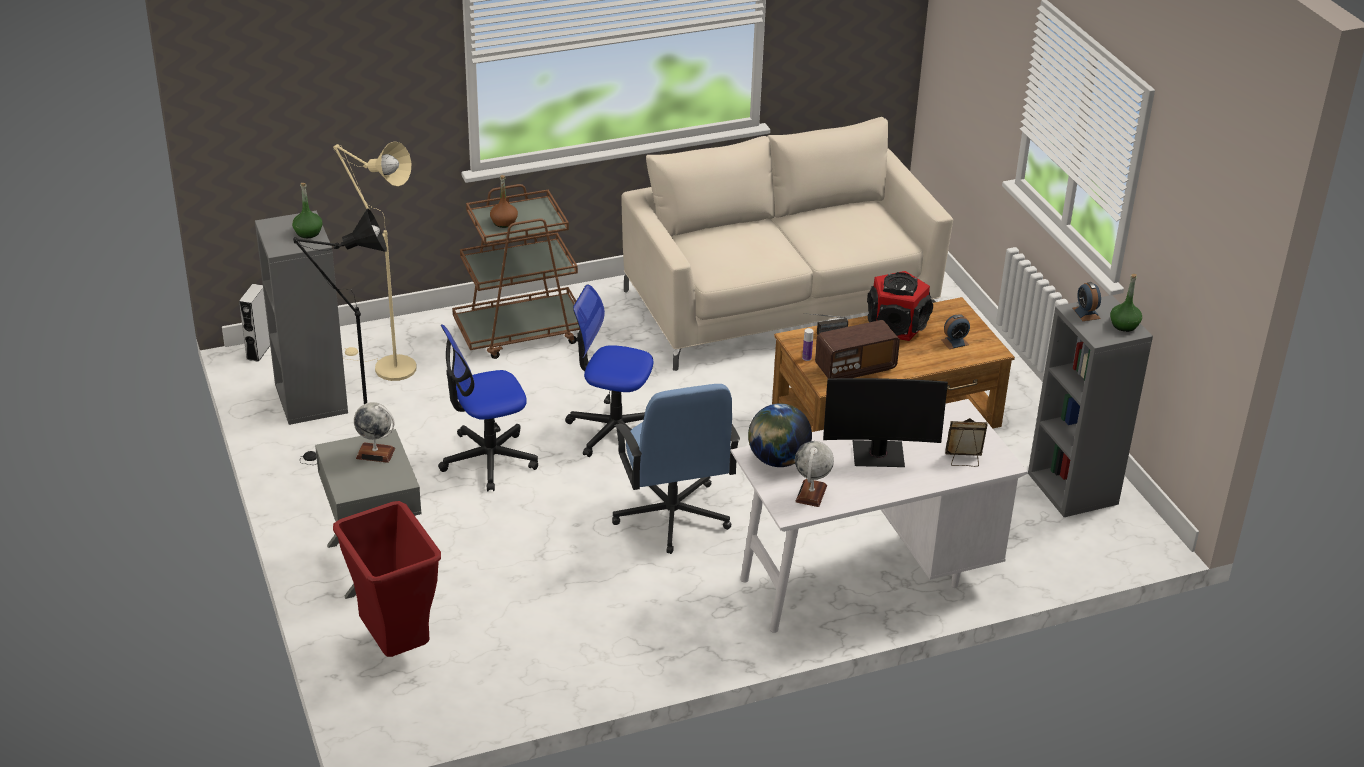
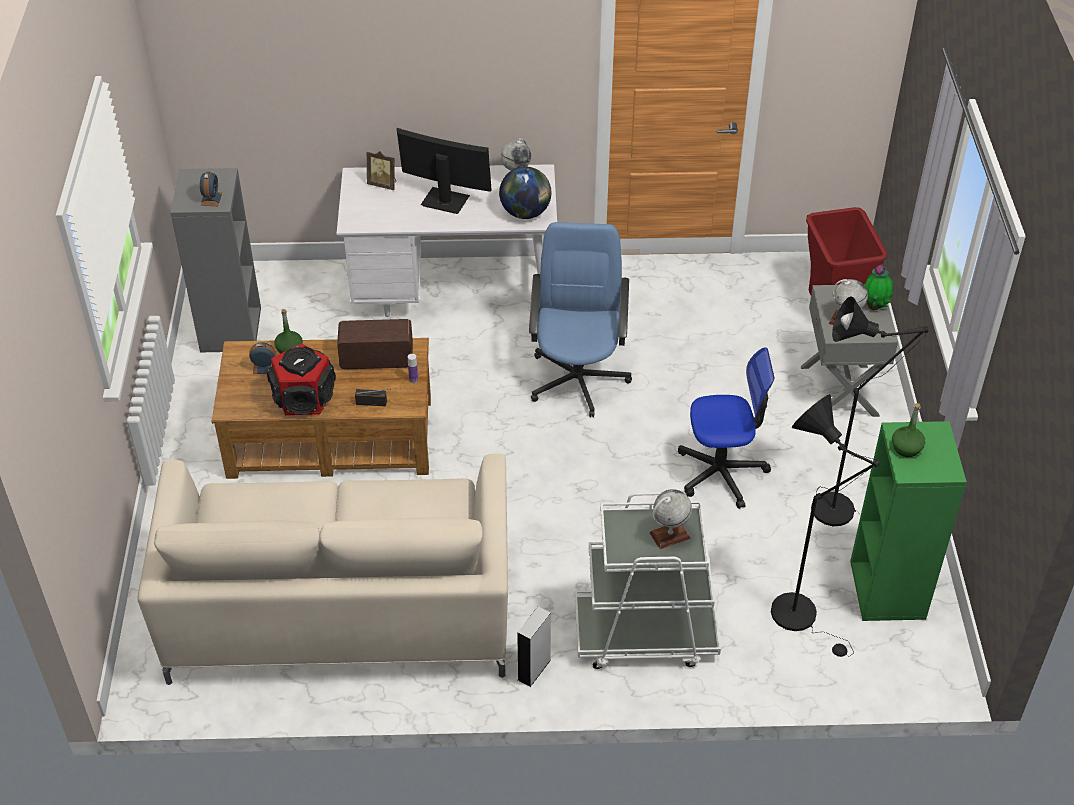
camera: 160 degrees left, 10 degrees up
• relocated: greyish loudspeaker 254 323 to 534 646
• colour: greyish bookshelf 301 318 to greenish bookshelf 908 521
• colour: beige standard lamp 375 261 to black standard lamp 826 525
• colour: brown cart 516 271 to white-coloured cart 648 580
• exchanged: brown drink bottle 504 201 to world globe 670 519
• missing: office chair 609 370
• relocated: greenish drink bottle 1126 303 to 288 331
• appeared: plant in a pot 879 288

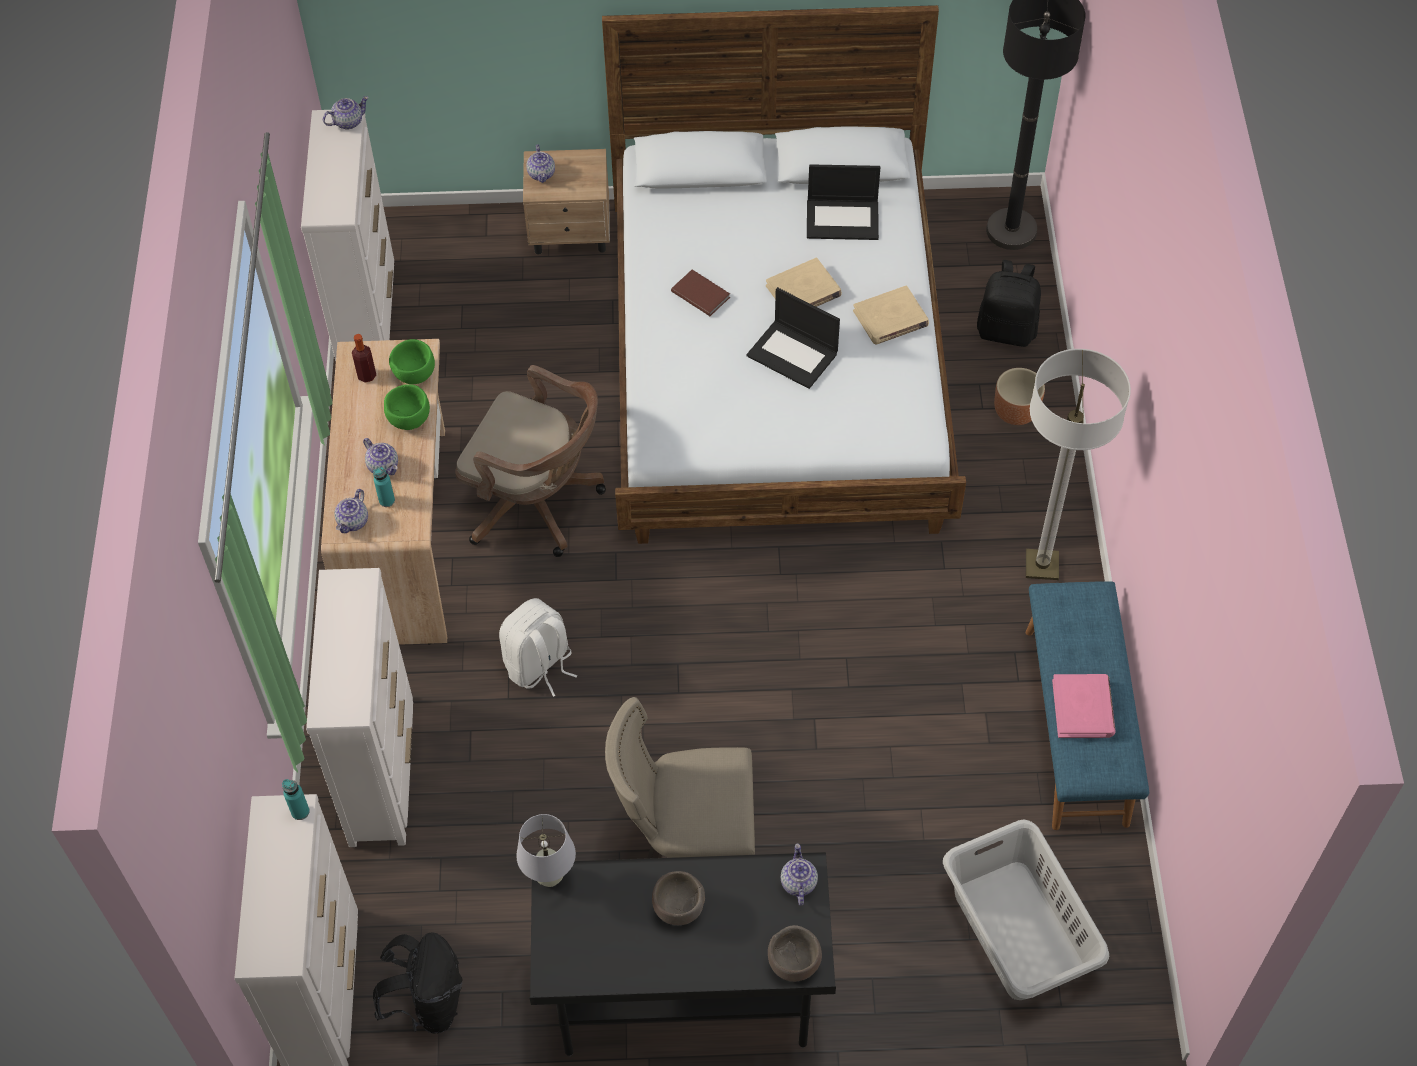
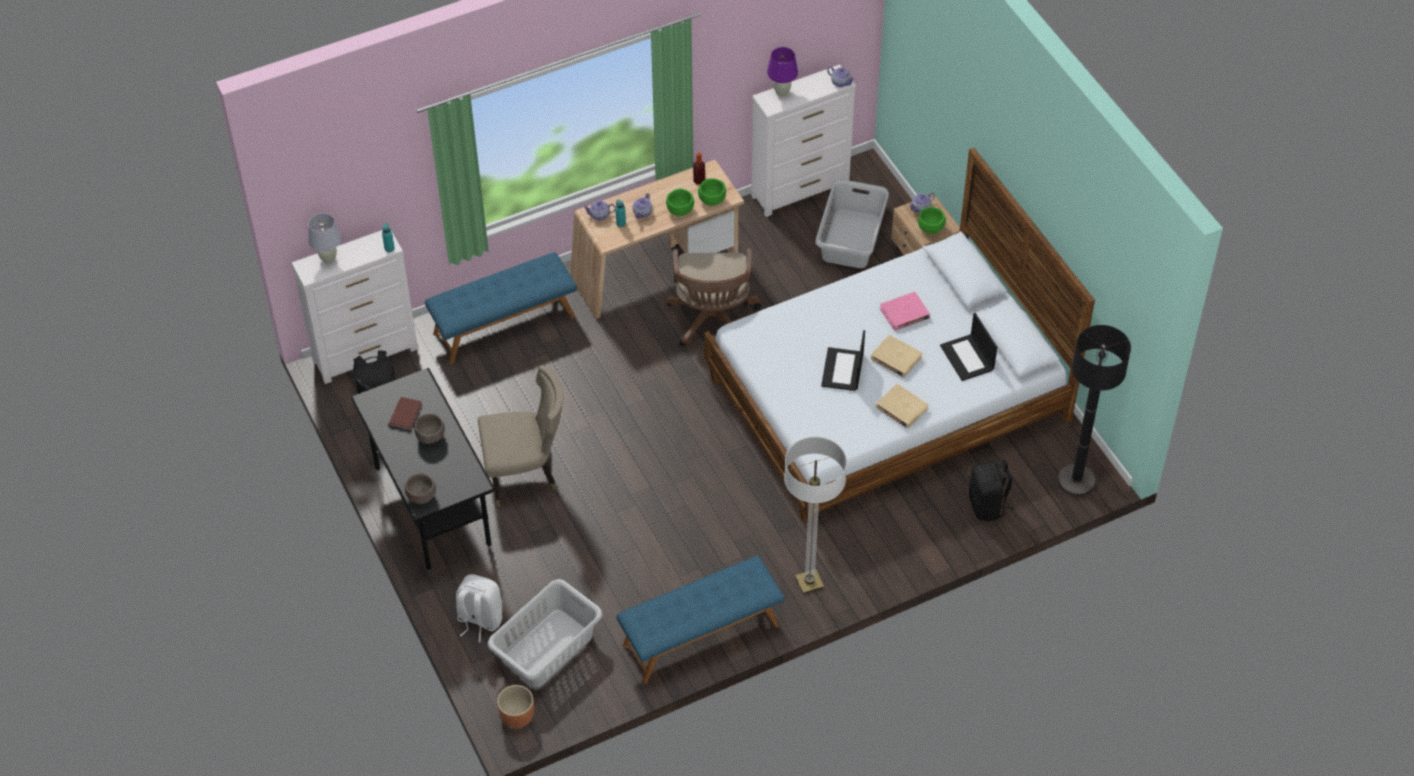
camera: 65 degrees right, 5 degrees down
• exchanged: white-coloured drawer chest 359 707 to blue indoor bench 501 308
• relocated: white-coloured knapsack 538 647 to 479 608
• relocated: white-coloured lamp for a table 546 850 to 324 238
• spun: beige upright chair 680 777 = 521 436 105 degrees clockwise
• relocated: brown volume 700 293 to 405 414
• missing: tea pot 799 875
• relocated: brown flower pot 1019 396 to 515 706
• relocated: pinkish volume 1084 706 to 905 311
• appeared: purple-coloured lamp for a table 782 72
• appeared: greyish washing basket 852 223
• appeared: greenish deep dish 932 220

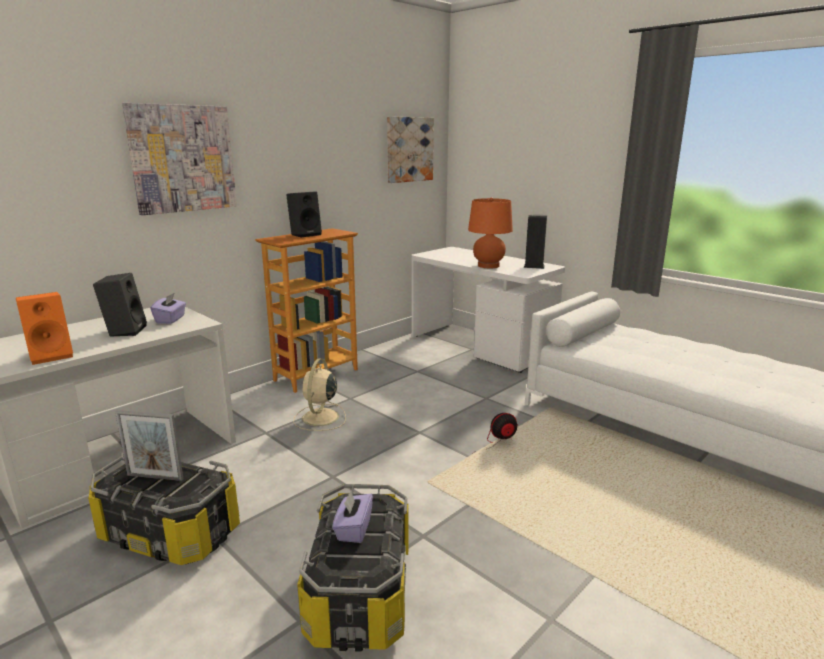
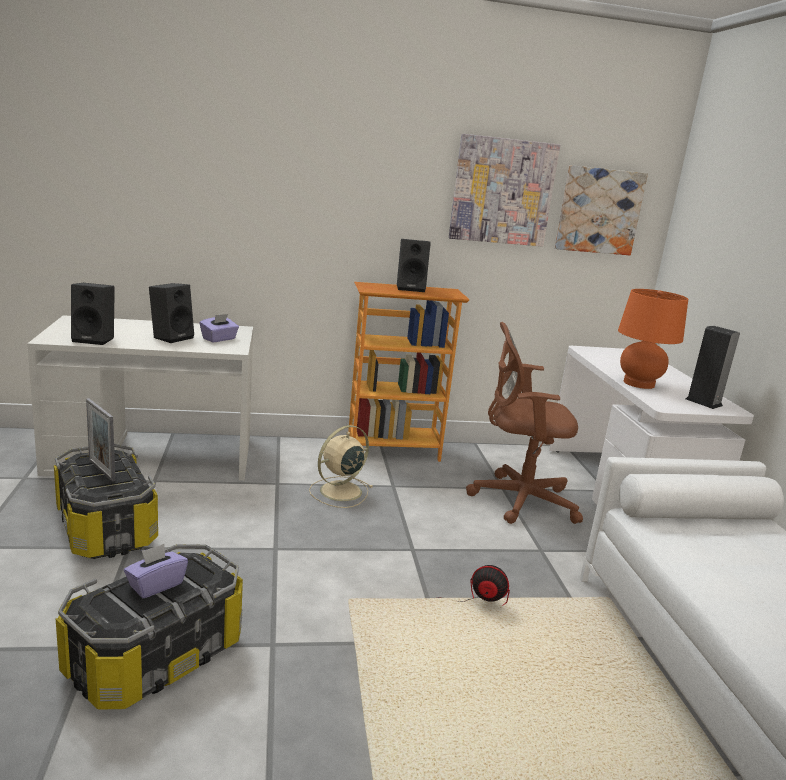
camera: 35 degrees right, 0 degrees up
• colour: orange-coloured loudspeaker 44 328 to black loudspeaker 93 314
• relocated: wall picture 179 159 to 504 190
• appeared: brown office chair 524 423

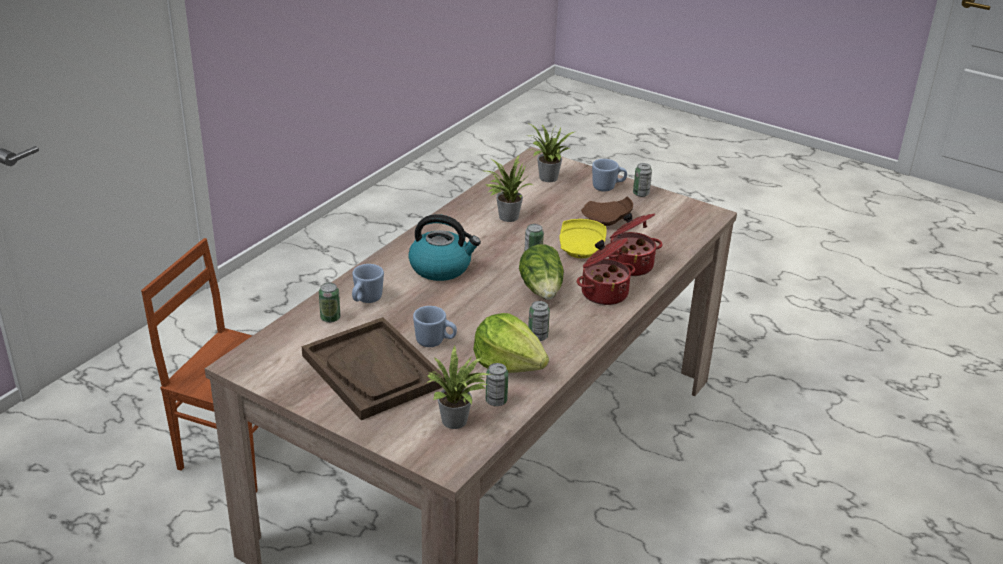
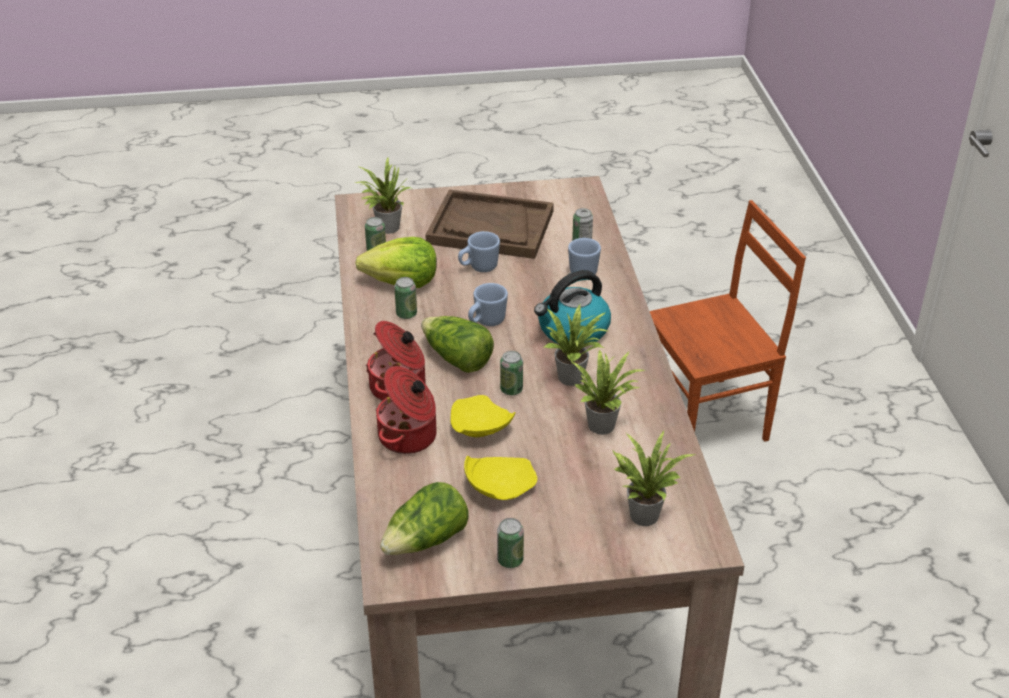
camera: 140 degrees right, 5 degrees up
• colour: brown plate 607 211 to yellow-coloured plate 500 477
• relocated: blue mug 609 175 to 488 304
• appeared: lettuce head 424 518
• appeared: plant in a pot 575 345

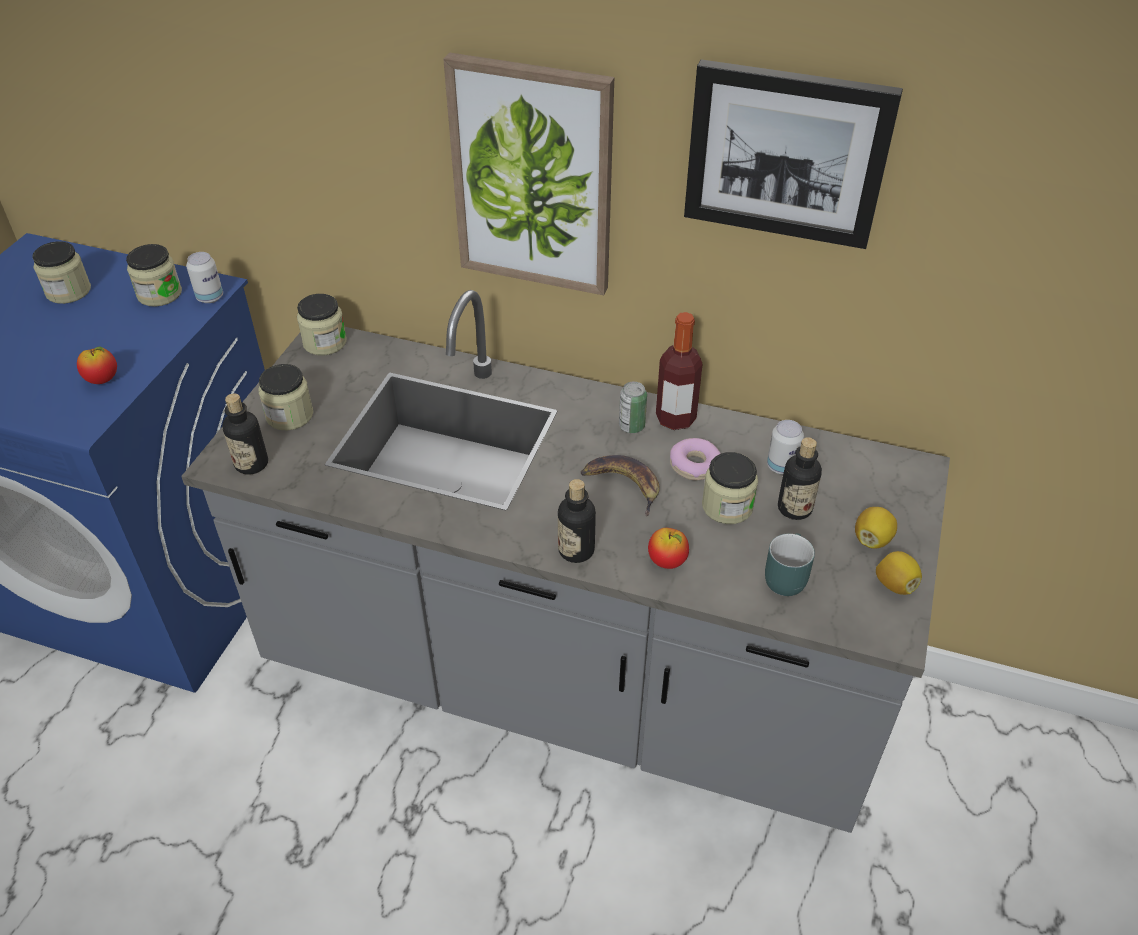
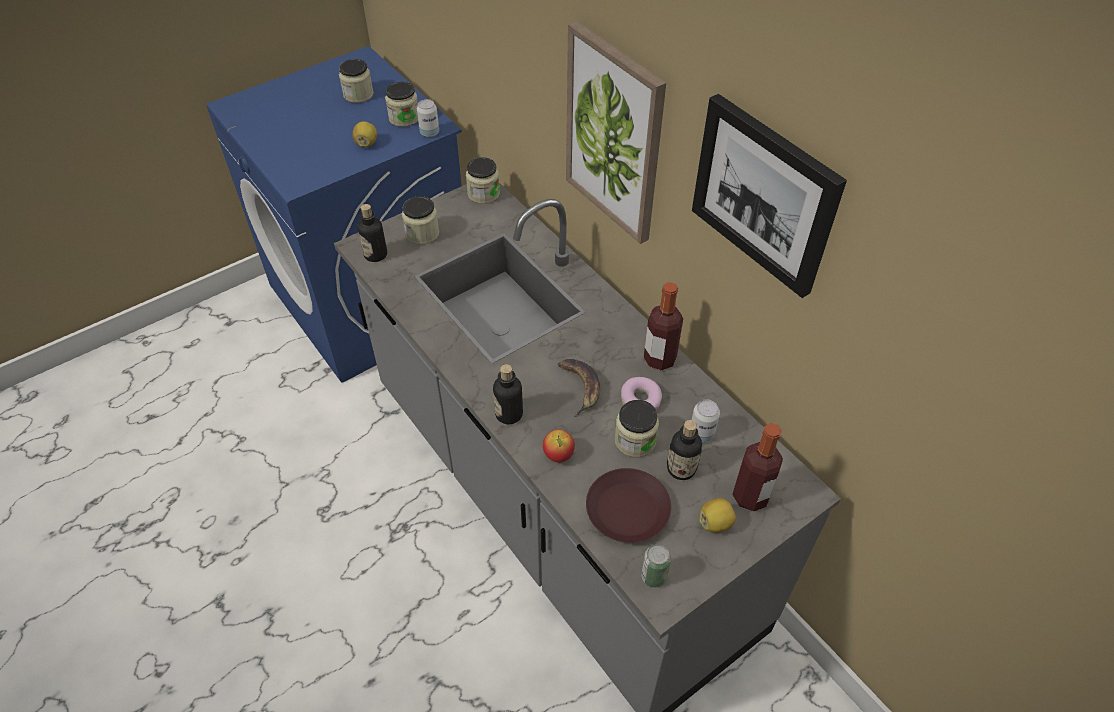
camera: 35 degrees right, 5 degrees up
• missing: whole apple 97 365
• relocated: metal can 633 407 to 656 565
• exchanged: turquoise-coloured mug 790 564 to brown plate 628 505
• relocated: lemon 899 573 to 364 134
• appeared: drink bottle 757 467

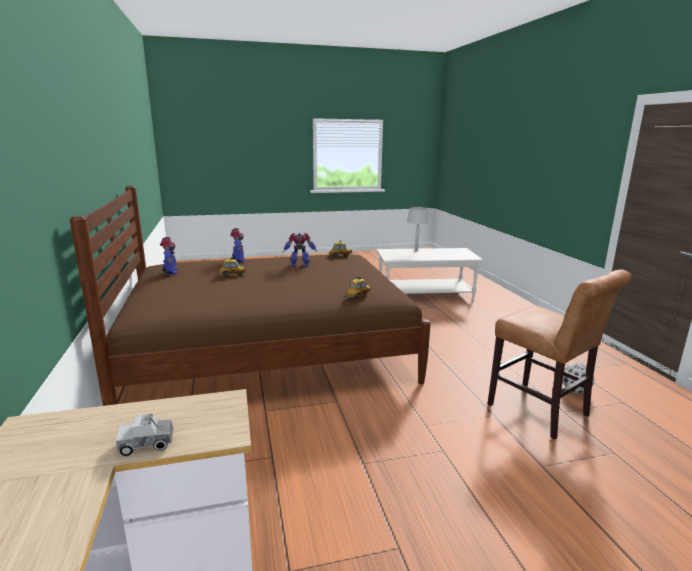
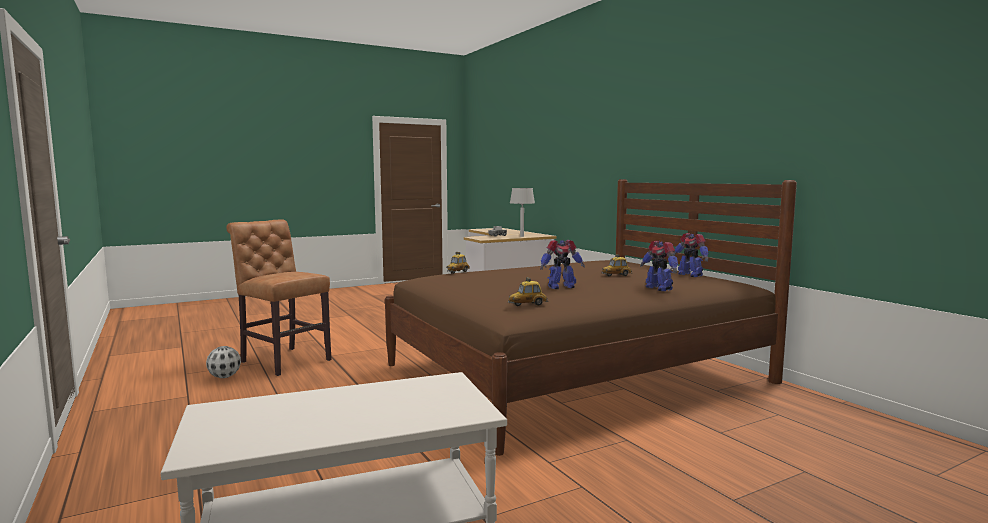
camera: 165 degrees right, 10 degrees down
• relocated: greyish lamp for a table 418 229 to 522 212

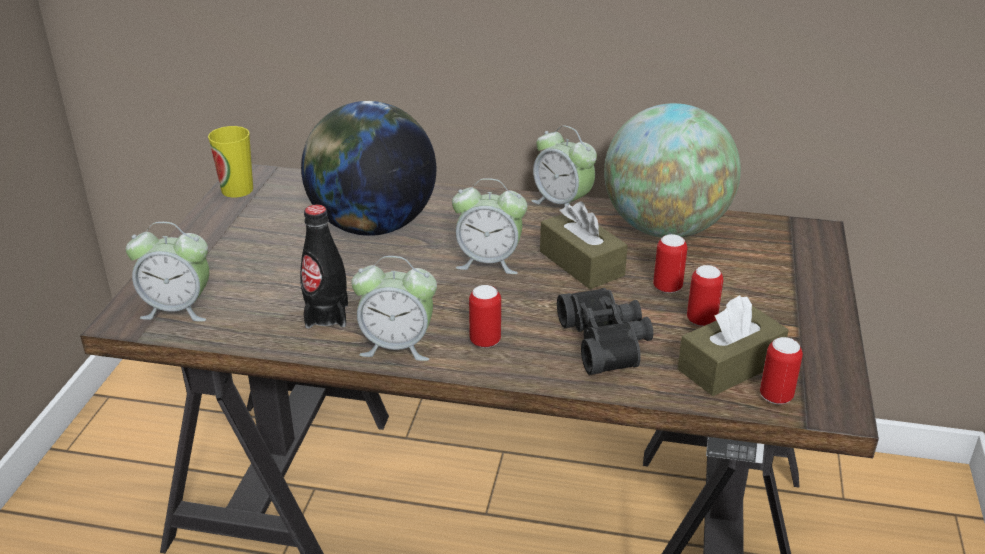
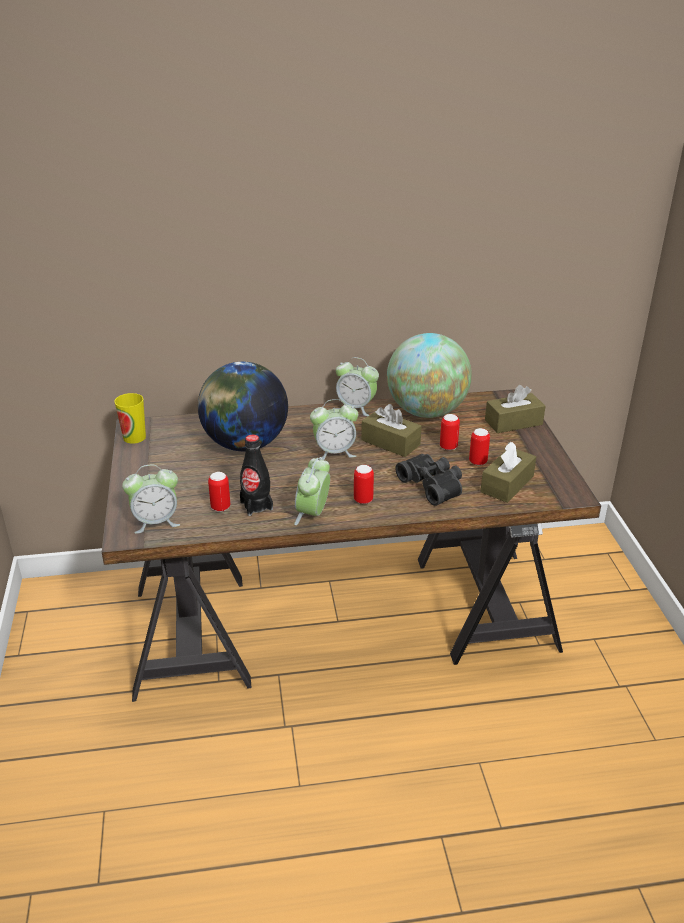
camera: 20 degrees left, 0 degrees up
• spun: bedside clock 394 308 = 312 491 120 degrees clockwise
• relocated: metal can 781 370 to 219 492
• appeared: brown box of tissues 515 409

